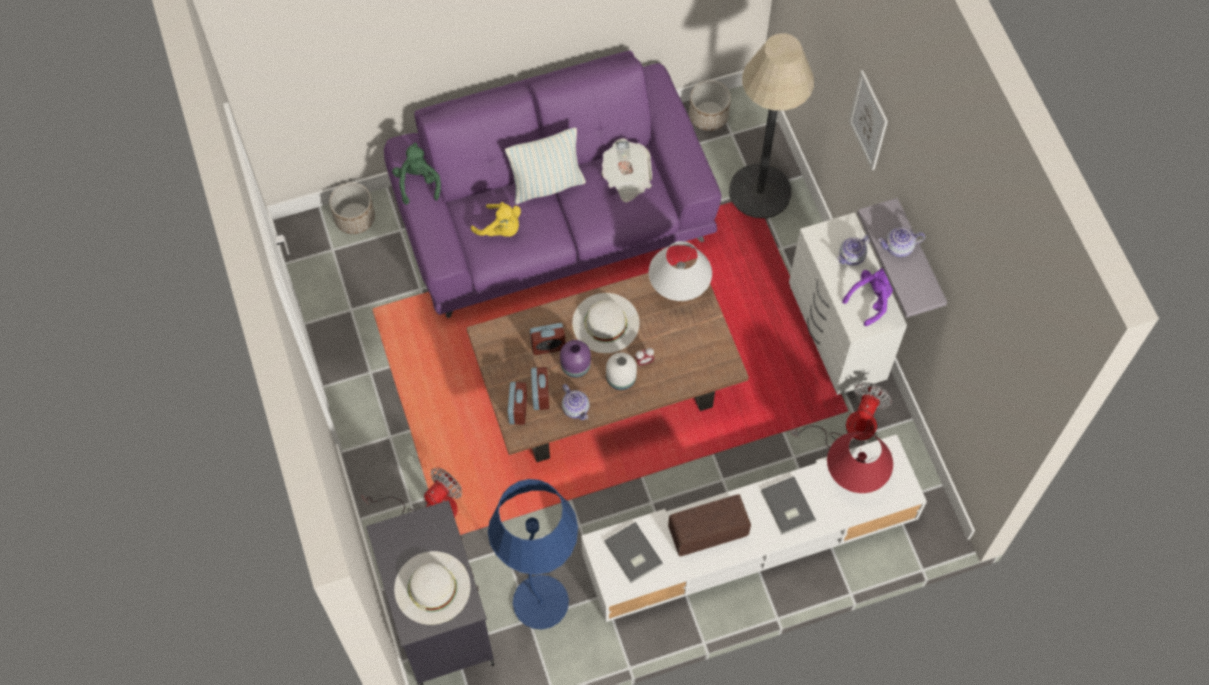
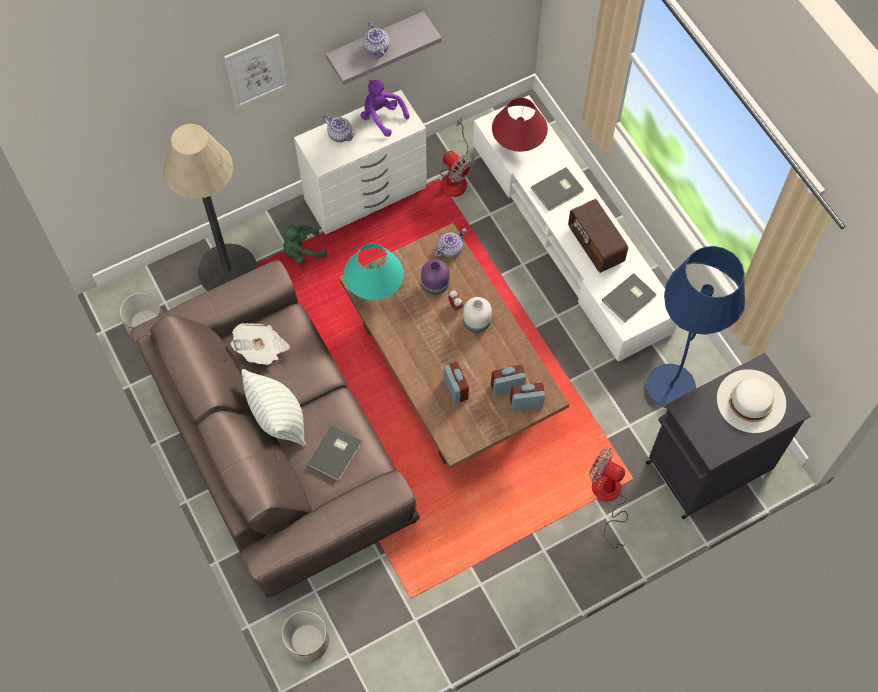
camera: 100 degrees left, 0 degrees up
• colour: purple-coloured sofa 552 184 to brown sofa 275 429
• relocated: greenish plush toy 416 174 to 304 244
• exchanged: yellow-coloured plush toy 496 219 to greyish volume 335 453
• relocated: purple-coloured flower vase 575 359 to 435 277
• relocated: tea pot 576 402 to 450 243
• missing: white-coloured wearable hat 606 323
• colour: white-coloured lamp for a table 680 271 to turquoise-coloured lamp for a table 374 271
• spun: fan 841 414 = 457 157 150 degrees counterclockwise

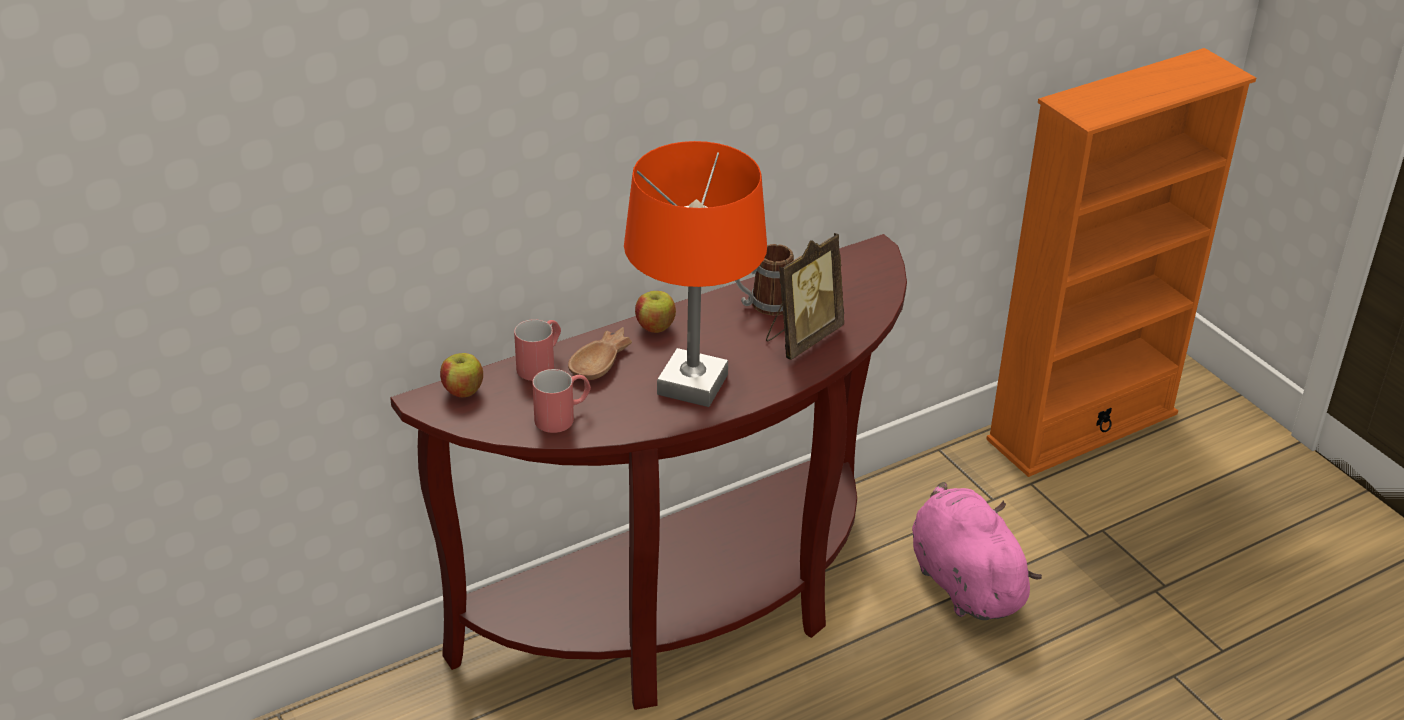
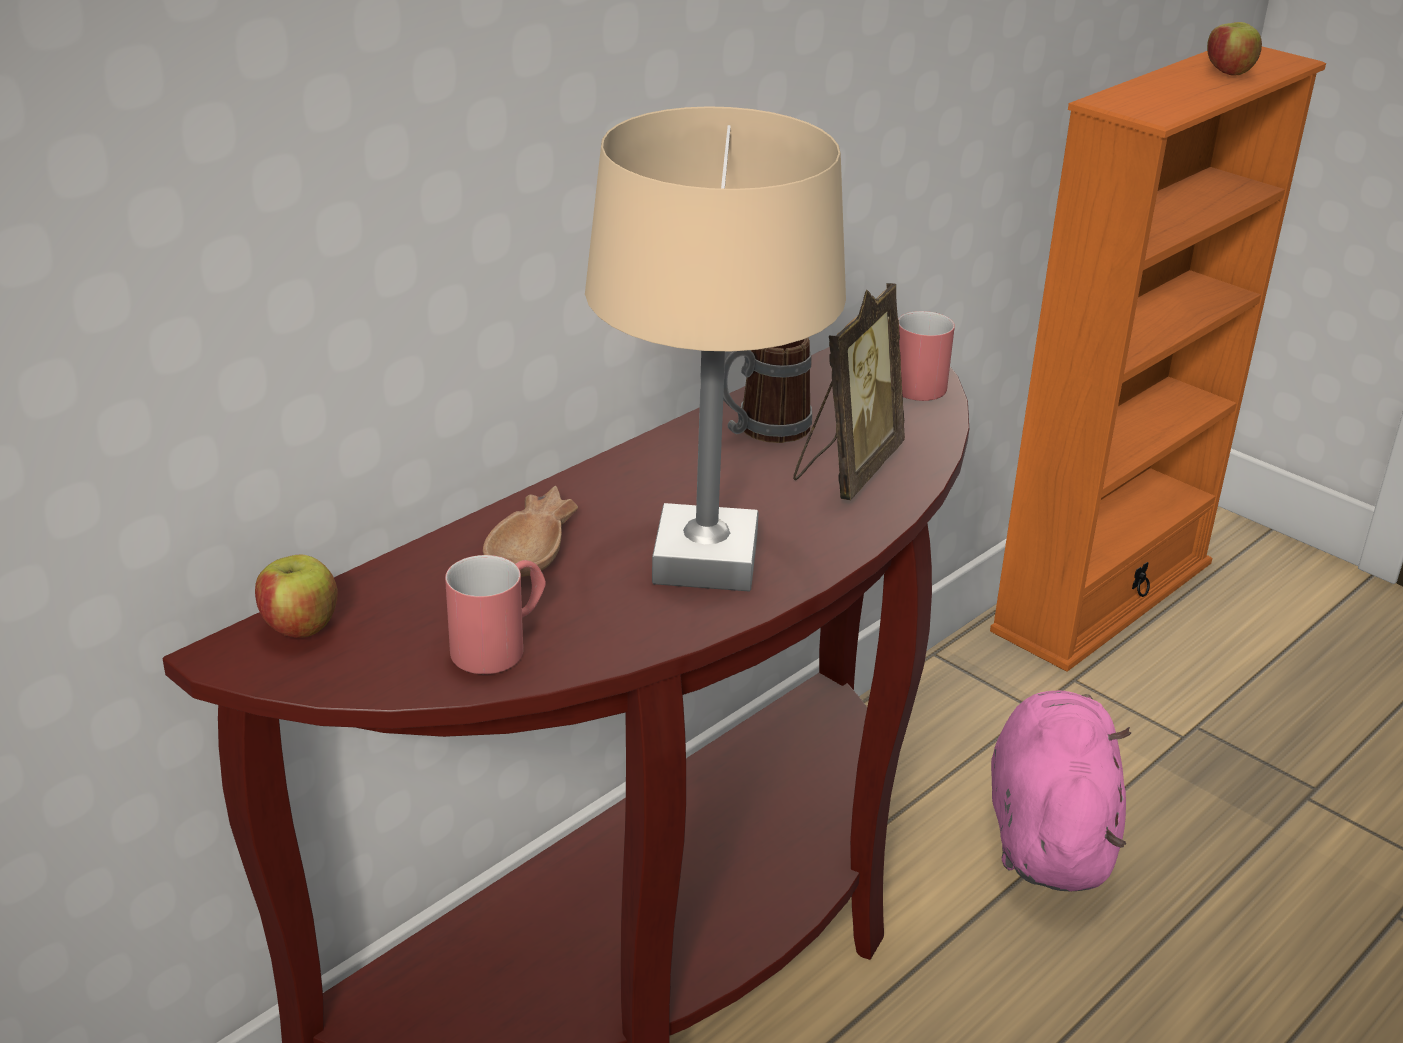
camera: 15 degrees left, 5 degrees down
• relocated: red mug 537 350 to 926 356
• colour: orange-coloured lamp for a table 695 274 to beige lamp for a table 715 349
• relocated: whole apple 655 312 to 1234 49
• spun: pinkish plush toy 977 551 = 1061 791 45 degrees clockwise

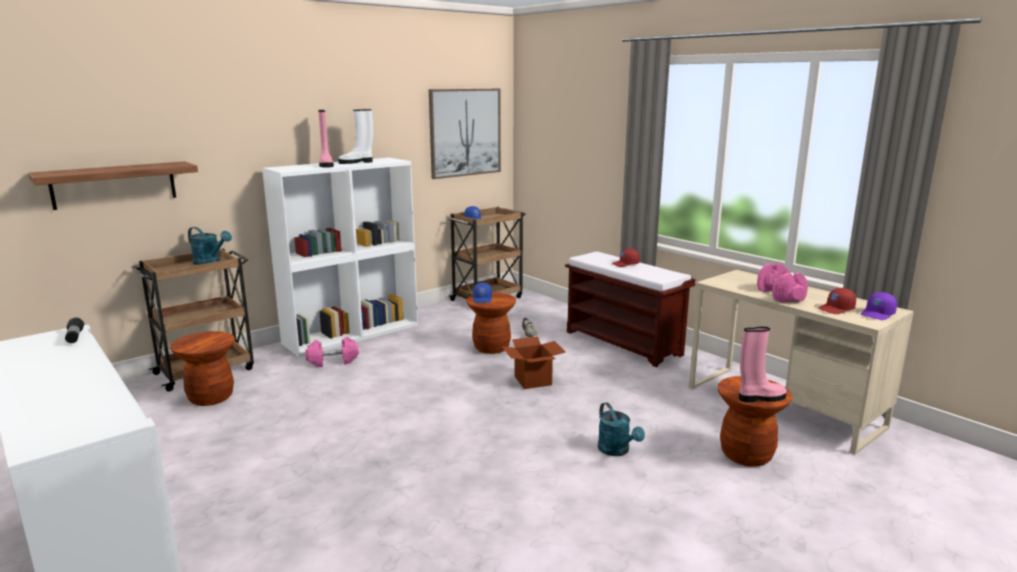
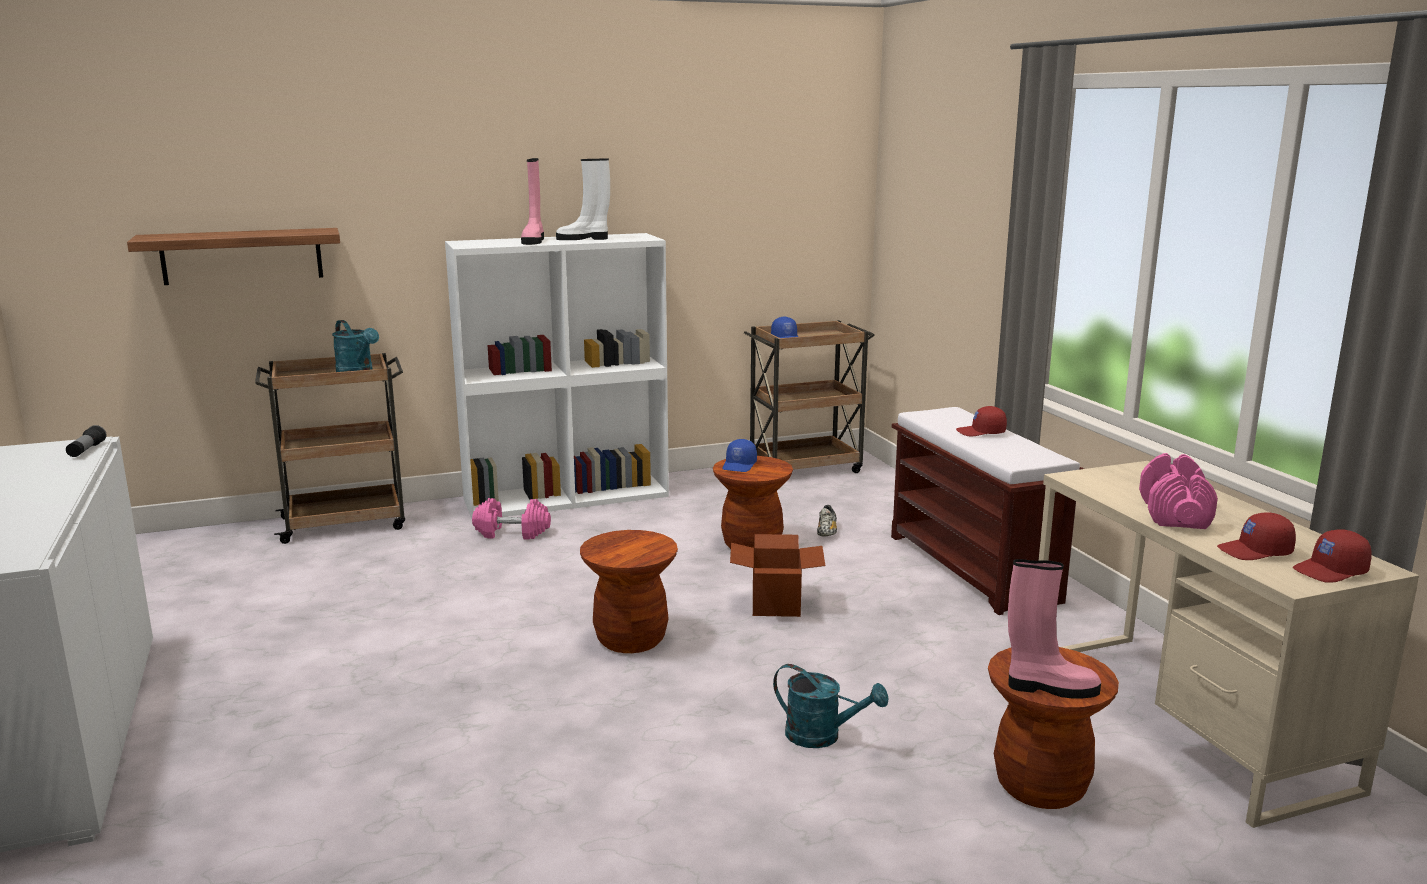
camera: 20 degrees right, 0 degrees up
• relocated: brown stool 202 368 to 629 591
• missing: wall picture 465 134
• spun: turquoise-coloured watering can 621 429 = 830 706 60 degrees counterclockwise
• colour: purple-coloured baseball cap 878 306 to red baseball cap 1331 556

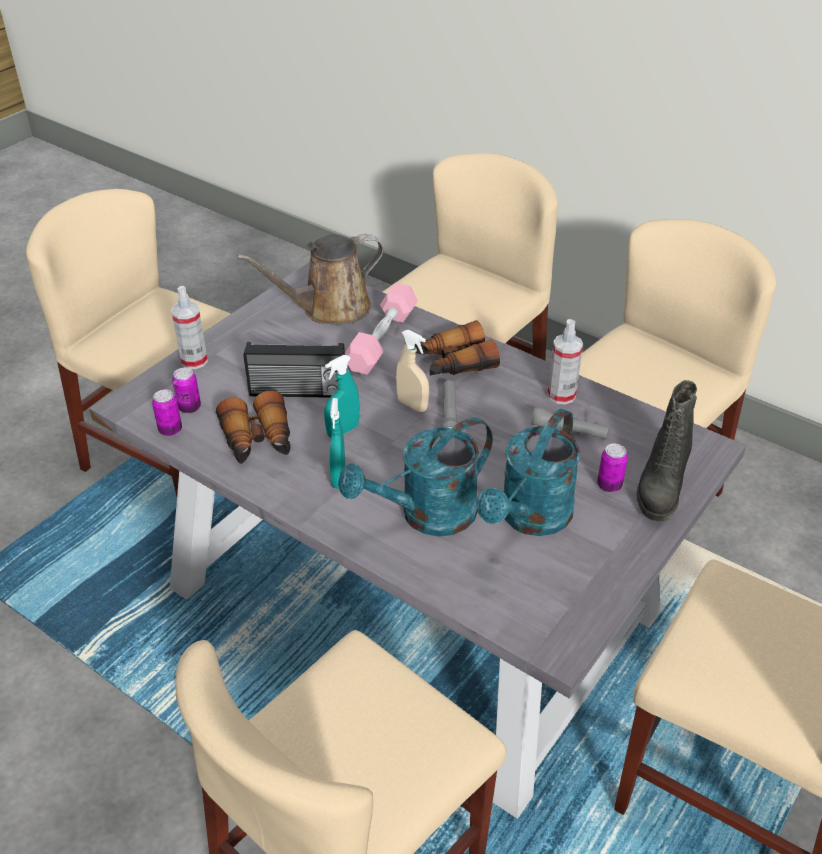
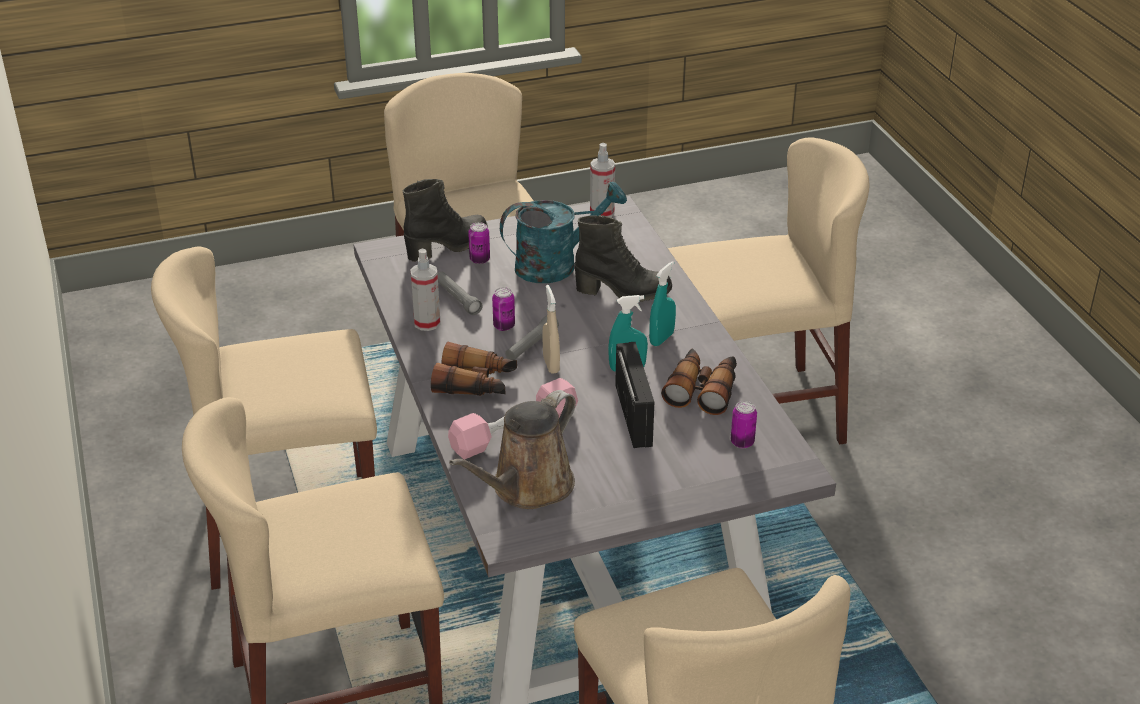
camera: 145 degrees left, 5 degrees down
• relocated: metal can 167 413 to 503 309
• relocated: hand sprayer 189 327 to 602 180
• spun: brown watering can 310 279 = 512 449 120 degrees clockwise
• spun: radio 294 370 = 634 395 45 degrees clockwise
• exchanged: turquoise-coloured watering can 415 477 to black high-top boot 623 258

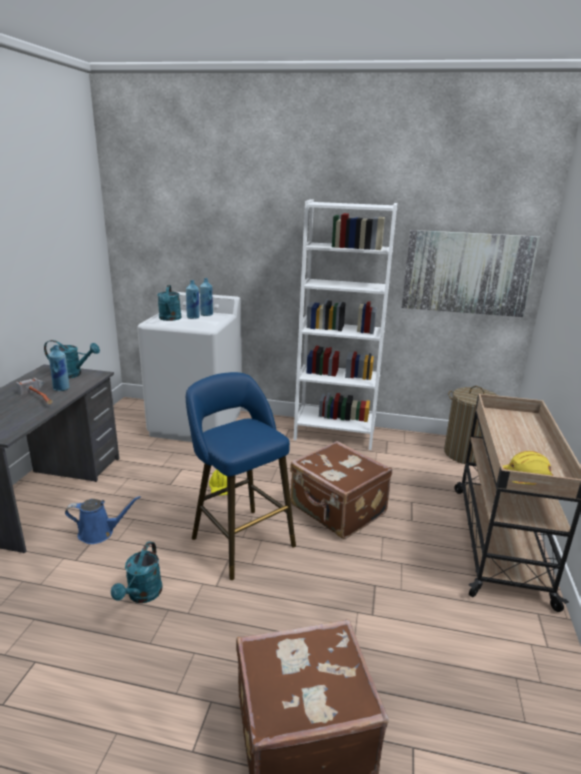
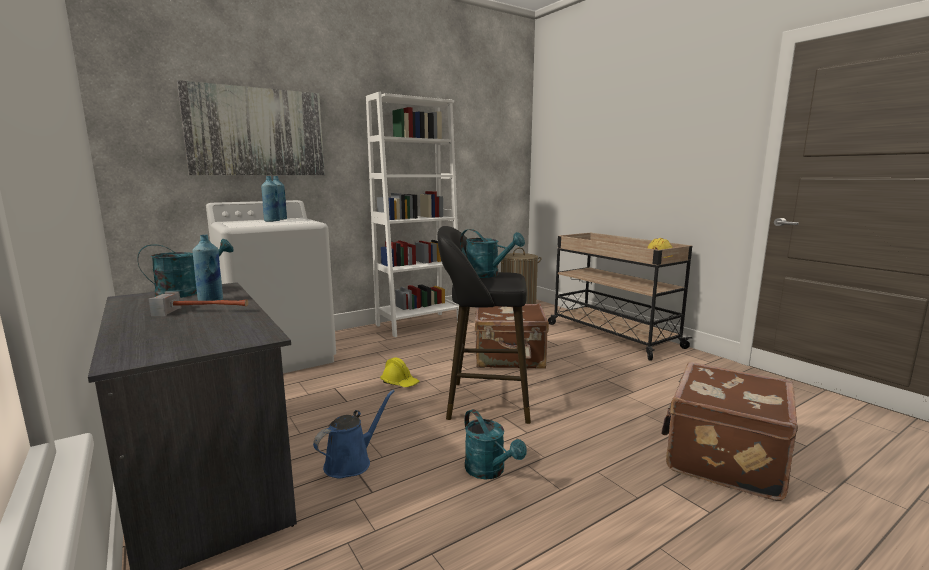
camera: 45 degrees left, 10 degrees down
• relocated: turquoise-coloured watering can 169 303 to 492 253
• colour: blue stool 241 476 to black stool 484 325
• relocated: wall picture 470 273 to 250 127

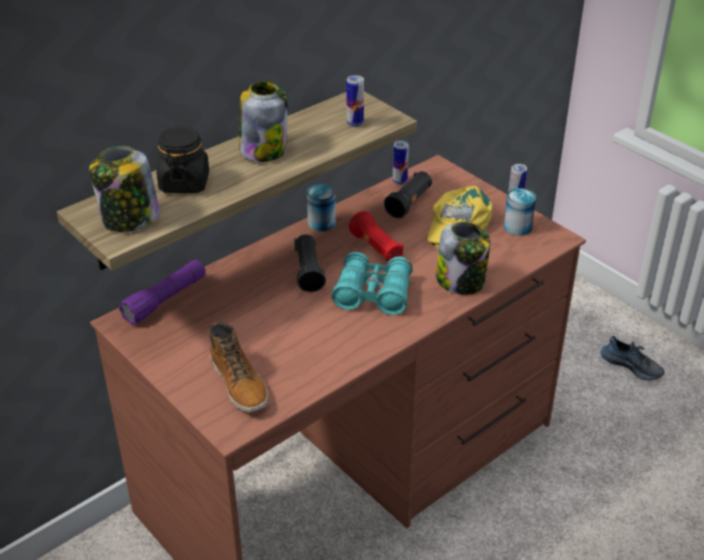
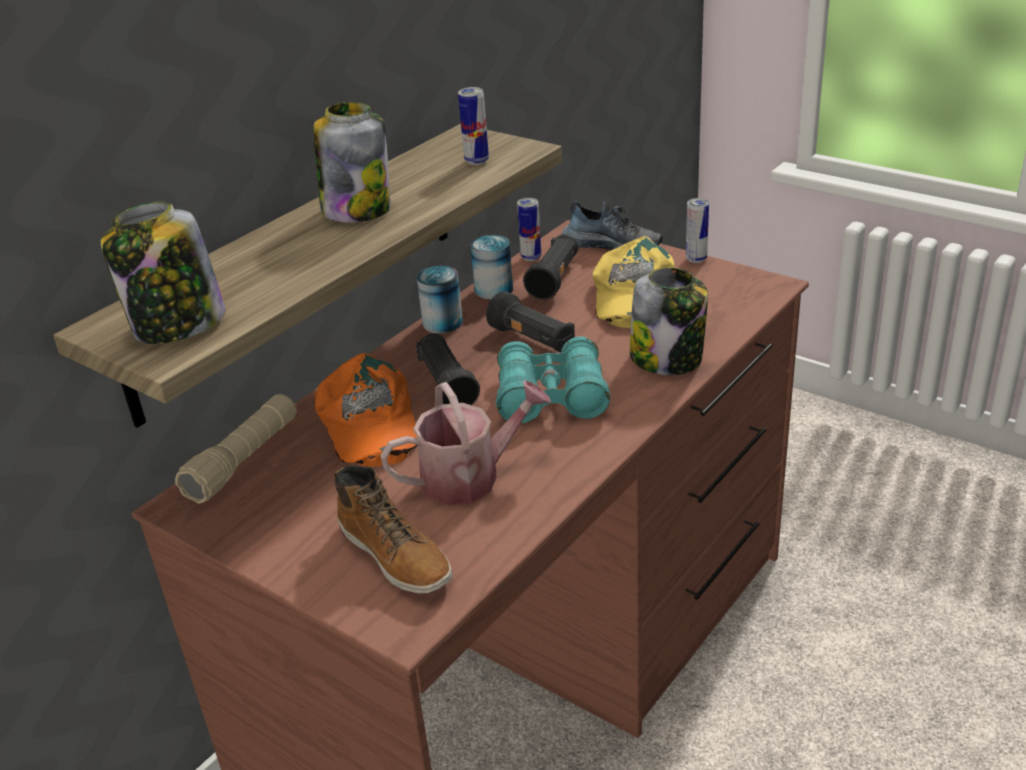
camera: 10 degrees left, 5 degrees down
• colour: purple-coloured flashlight 162 292 to beige flashlight 235 449
• missing: black jar 183 159
• colour: red flashlight 376 236 to black flashlight 530 321
• relocated: metal can 520 212 to 491 267
• relocated: shoe 632 358 to 612 225
• appeared: orange-coloured baseball cap 366 410
• appeared: watering can 465 442

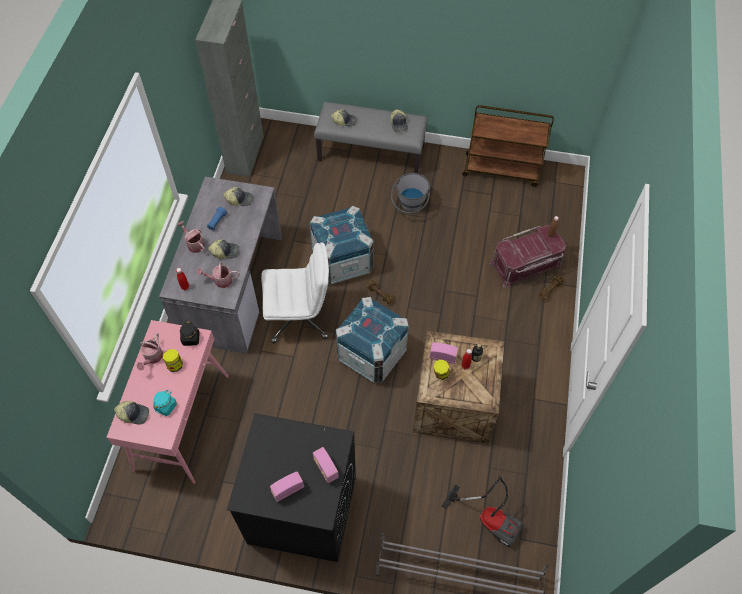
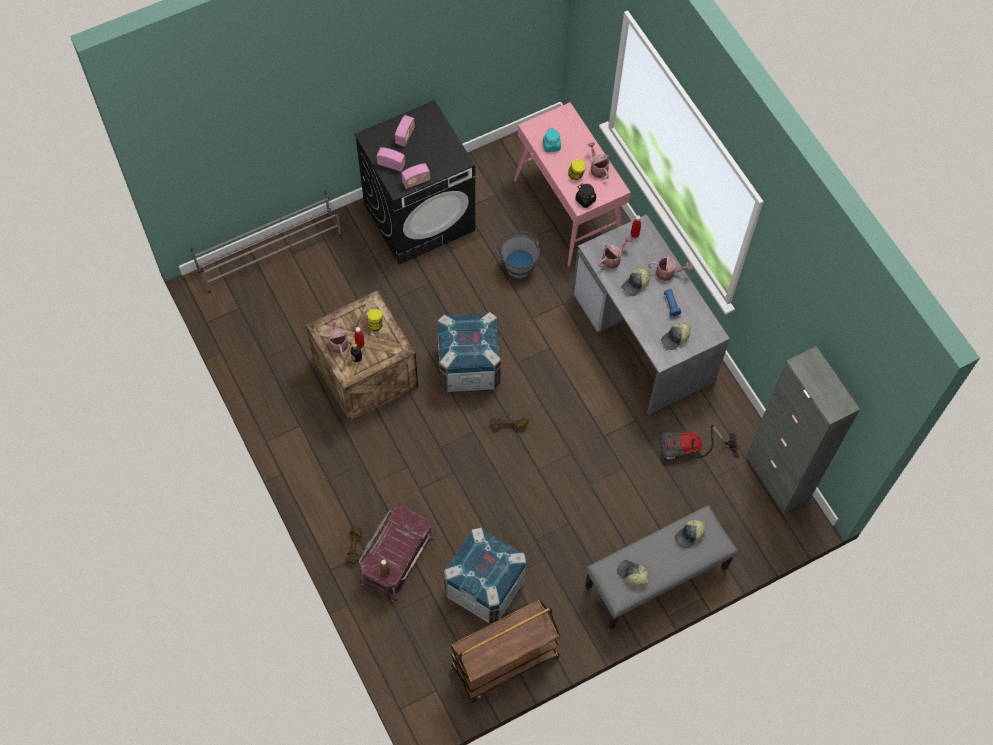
camera: 140 degrees right, 5 degrees up
• missing: baseball cap 131 413
• missing: white-coloured office chair 295 292
• relocated: shipping crate 341 245 to 485 575
• relocated: greyish water bucket 410 193 to 517 254
• relocated: radio 443 353 to 416 176
• relocated: vacuum 482 511 to 699 442
• appeared: watering can 338 335

